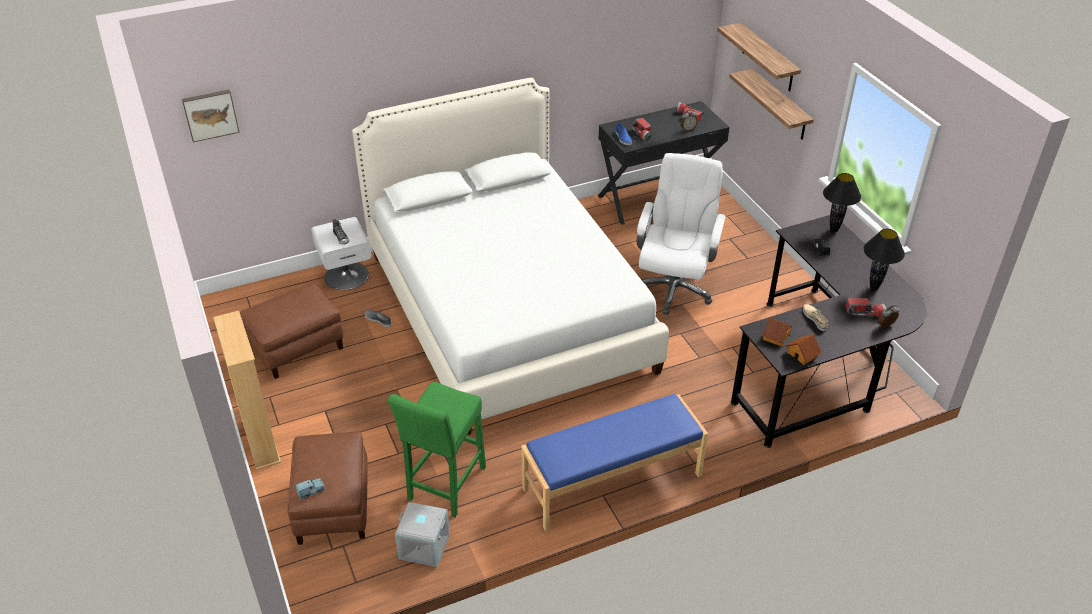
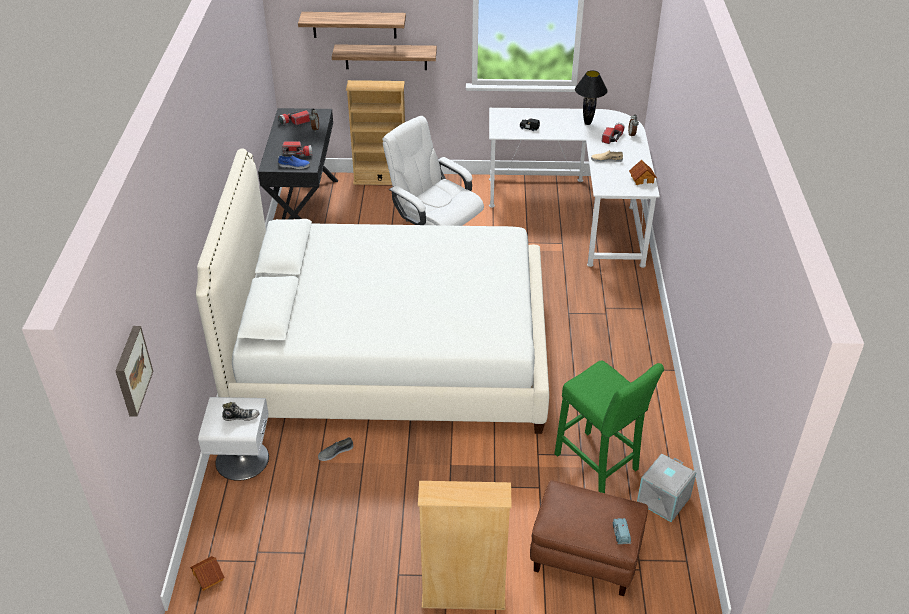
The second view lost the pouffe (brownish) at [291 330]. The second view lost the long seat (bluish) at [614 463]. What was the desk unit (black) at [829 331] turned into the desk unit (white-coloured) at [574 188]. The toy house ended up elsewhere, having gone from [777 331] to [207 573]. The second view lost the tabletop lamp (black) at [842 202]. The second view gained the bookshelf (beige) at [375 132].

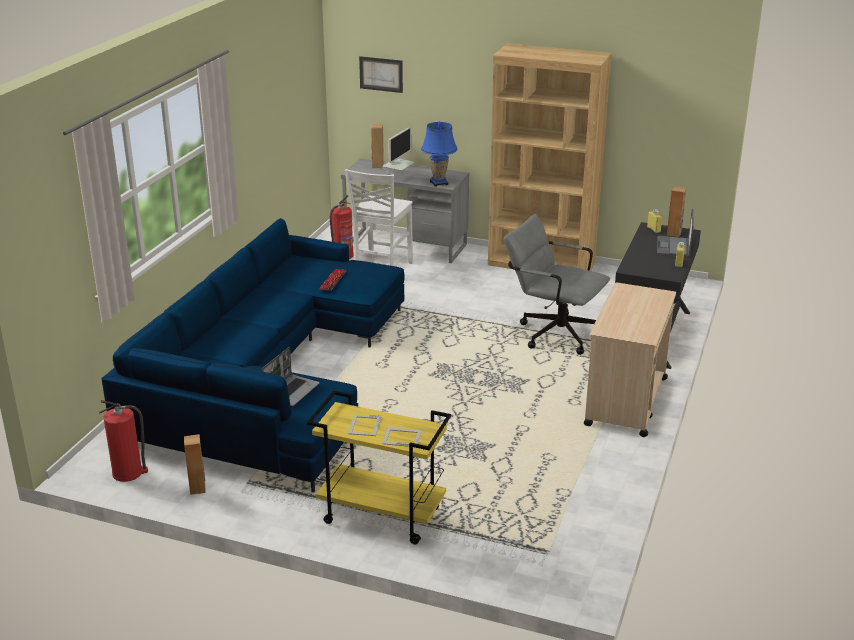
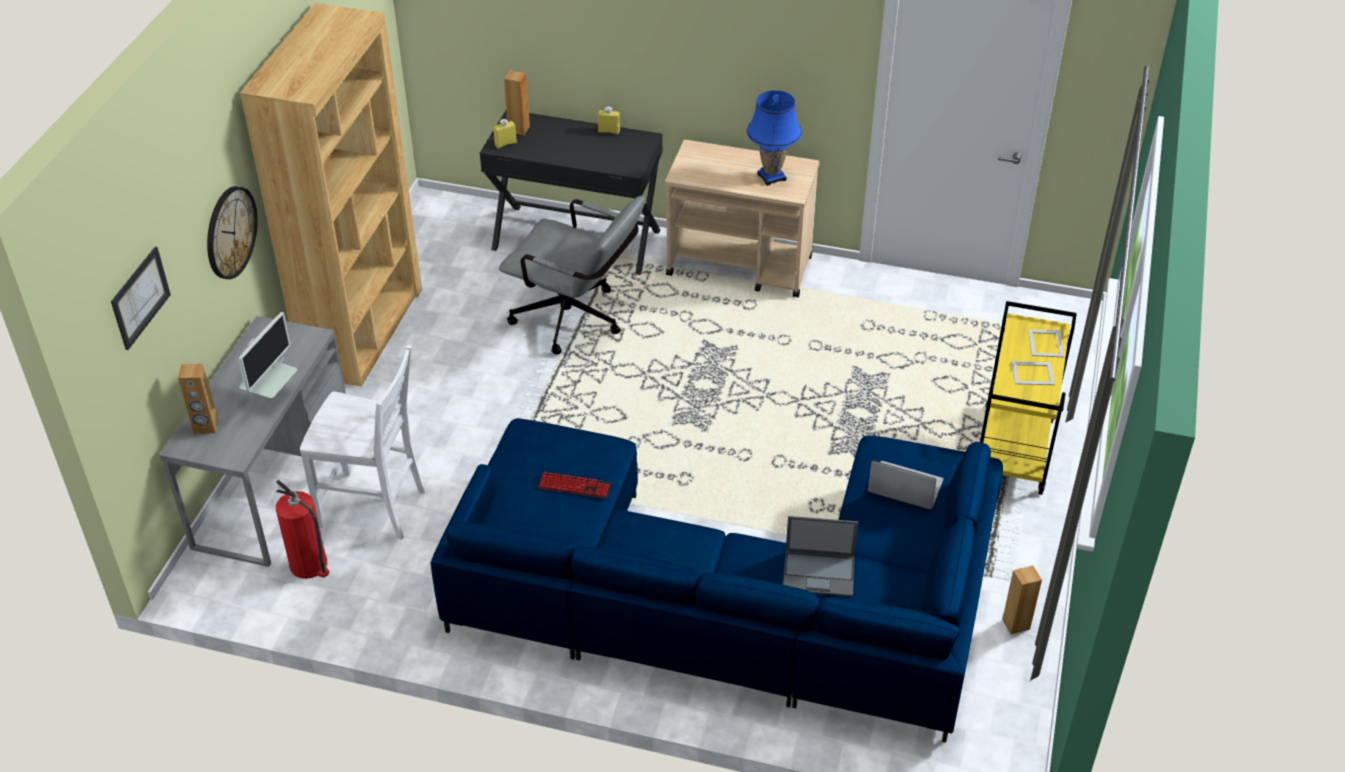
The second view lost the fire-fighting cylinder at [123 441]. The monitor at [398 150] ended up facing another way, 90 degrees clockwise from before. The tabletop lamp (bluish) ended up elsewhere, having gone from [439 154] to [774 138]. The office chair (greyish) at [557 284] ended up facing another way, 90 degrees counterclockwise from before. The laptop ended up elsewhere, having gone from [675 233] to [820 556]. The second view gained the clock on the wall at [232 232].

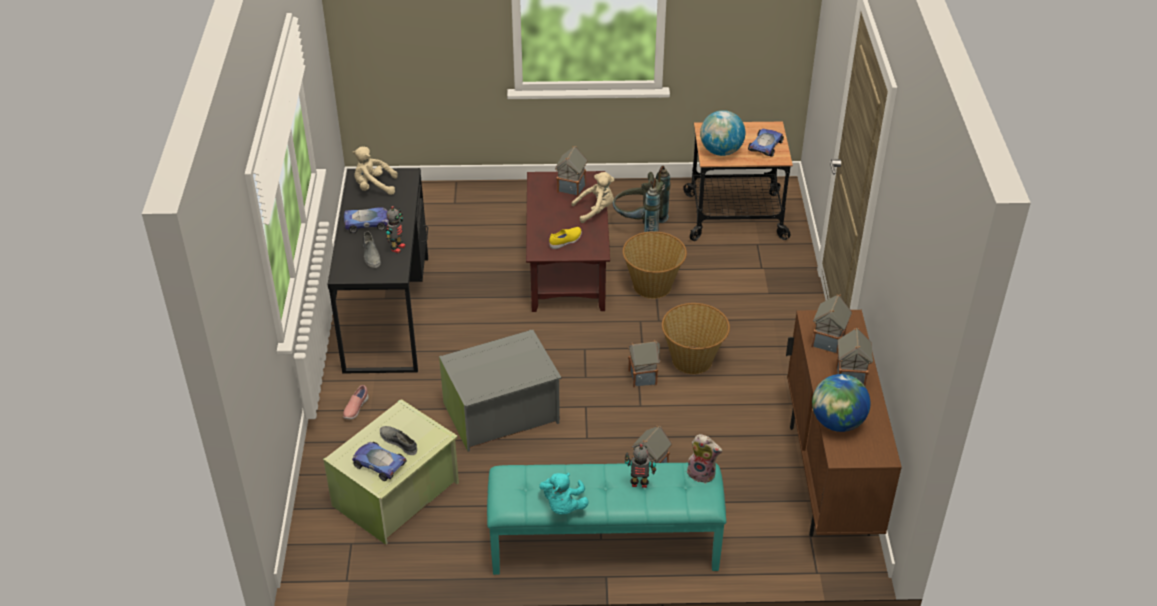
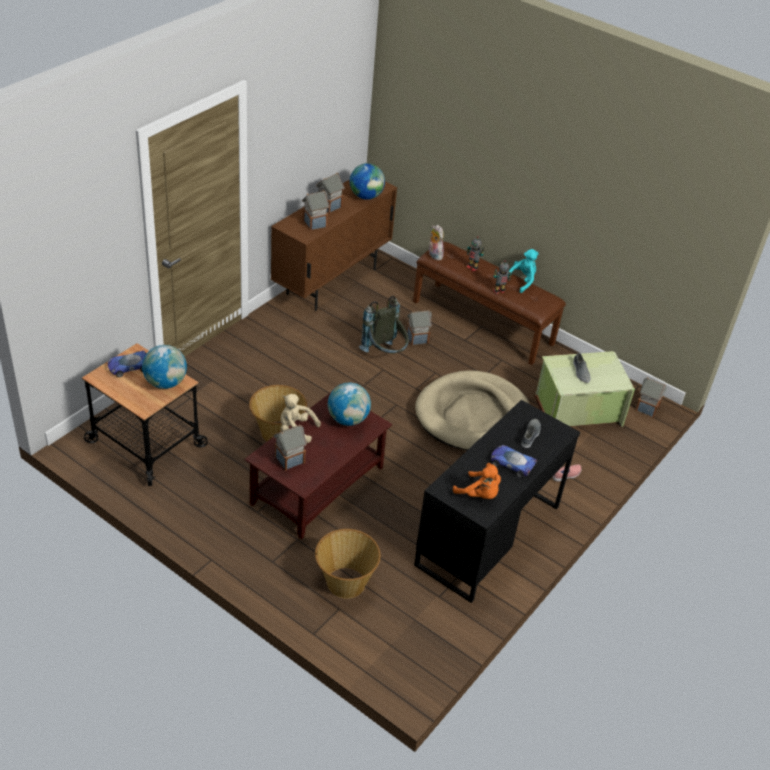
What was the soft toy (beige) at [375 171] turned into the soft toy (orangey) at [477 481]. The second view lost the miniature car at [379 461]. The robot figure ended up elsewhere, having gone from [395 229] to [502 277]. Where the storage box (greyish) stood at [500 391], the dog bed (beige) came to stand at [472 411]. What was the long seat (turquoise) at [606 519] turned into the long seat (brownish) at [489 303]. Where the low shoe (yellow-coloured) stood at [565 238], the desk globe came to stand at [349 404]. The rucksack (greyish) ended up elsewhere, having gone from [641 199] to [384 325]. The toy house ended up elsewhere, having gone from [644 363] to [651 398]. The household basket ended up elsewhere, having gone from [696 338] to [348 564].

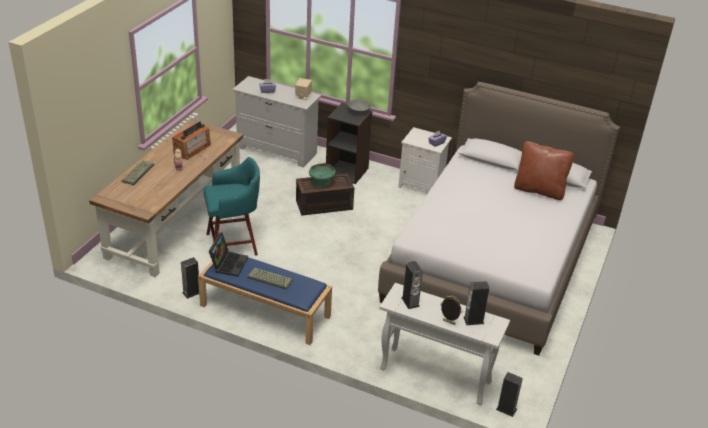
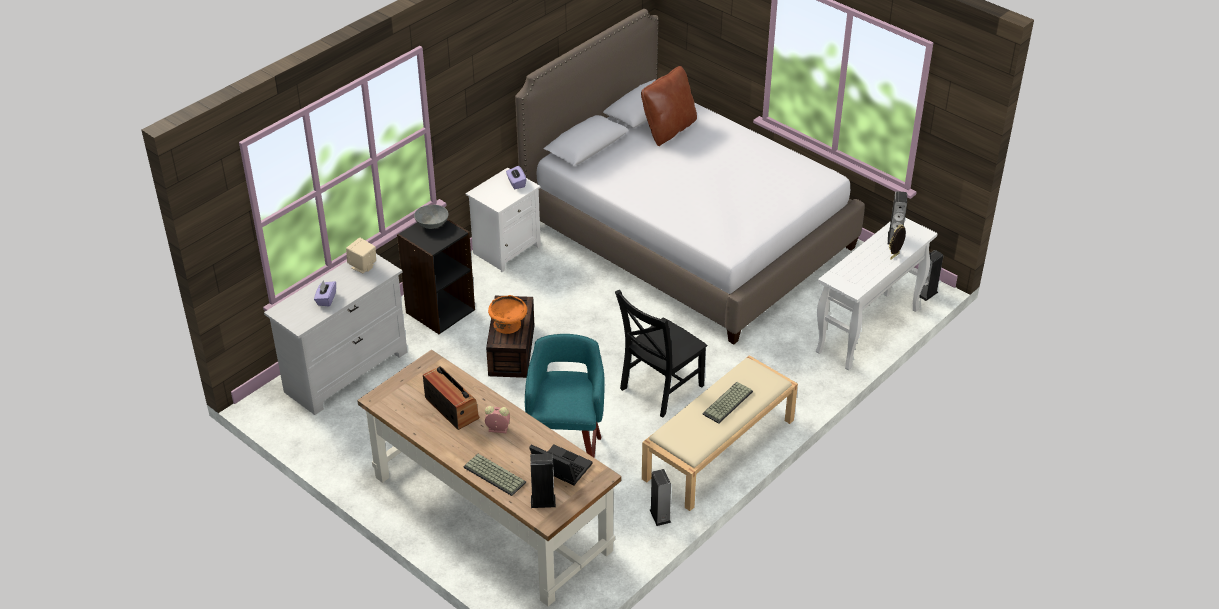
What was the long seat (bluish) at [265 298] turned into the long seat (beige) at [720 433]. The laptop ended up elsewhere, having gone from [228 254] to [561 465]. What was the deep dish (green-coloured) at [322 175] turned into the deep dish (orangey) at [507 314]. The speaker ended up elsewhere, having gone from [412 285] to [543 480]. The second view gained the upright chair (black) at [661 353].

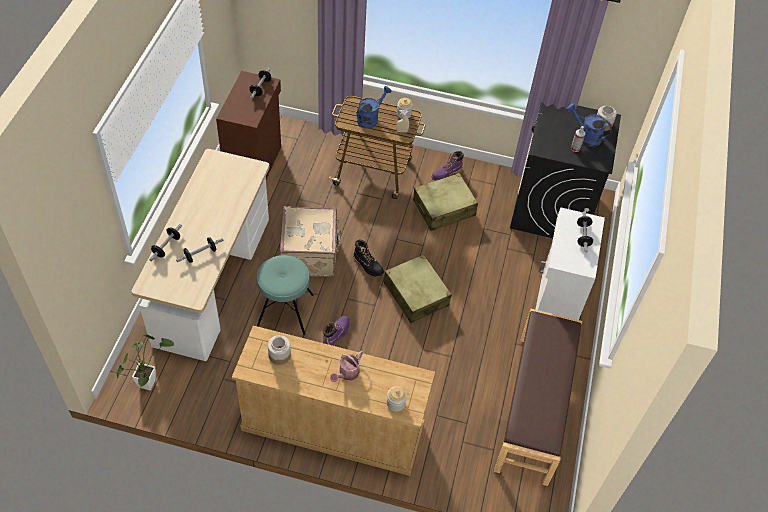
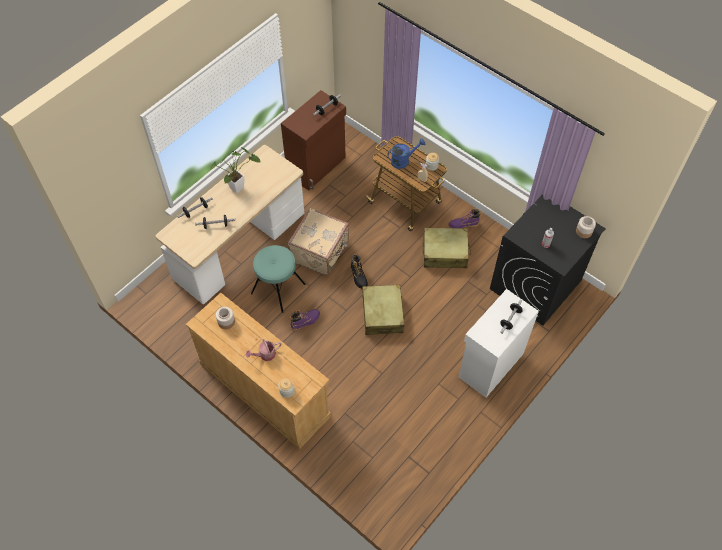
The plant in a pot ended up elsewhere, having gone from [145 362] to [235 170]. The second view lost the long seat (brownish) at [538 397]. The second view lost the watering pot (bluish) at [589 125].

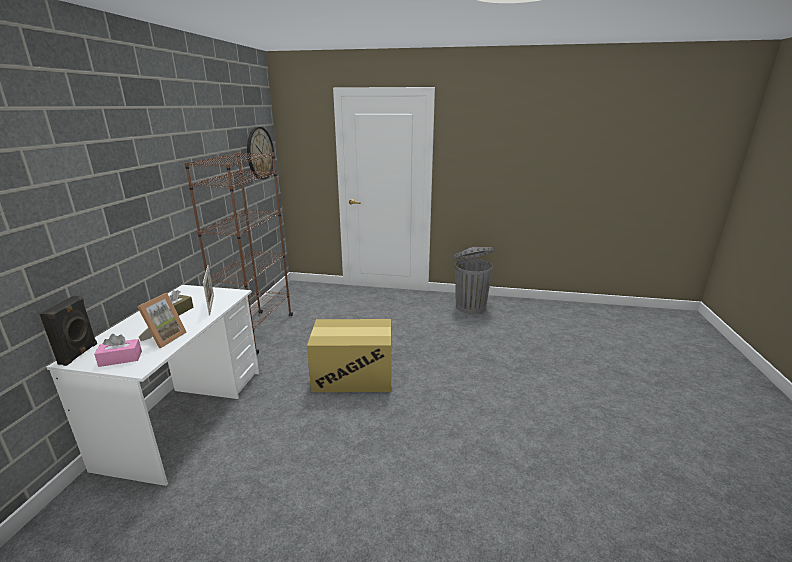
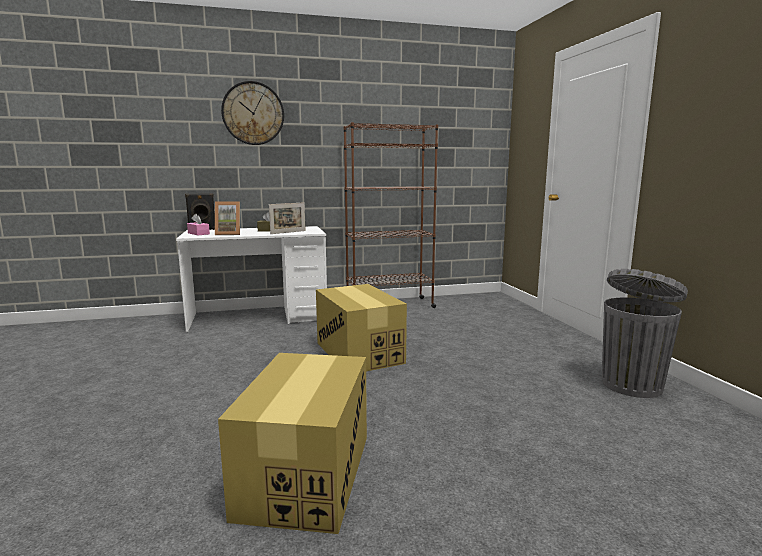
The clock on the wall ended up elsewhere, having gone from [260 153] to [252 113]. The second view gained the cardboard box at [292 443].

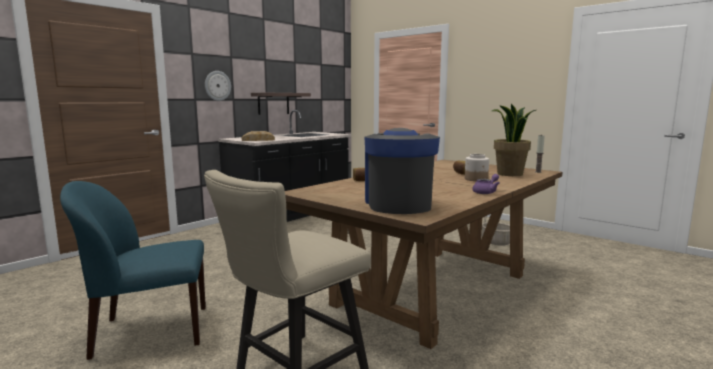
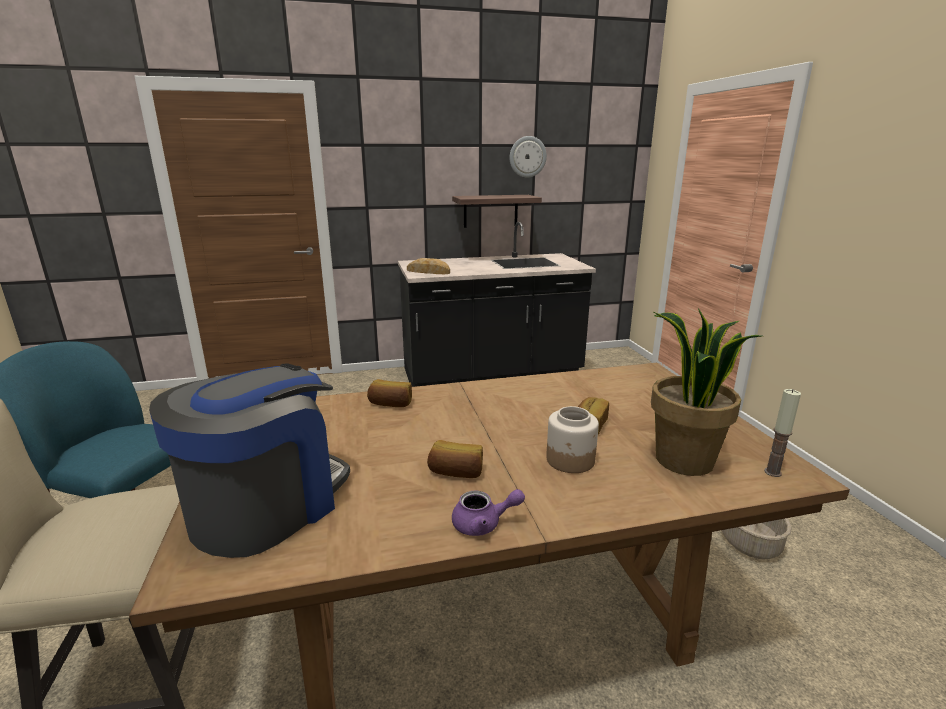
The clock on the wall ended up elsewhere, having gone from [218 86] to [528 157]. The second view gained the bread at [455 459].

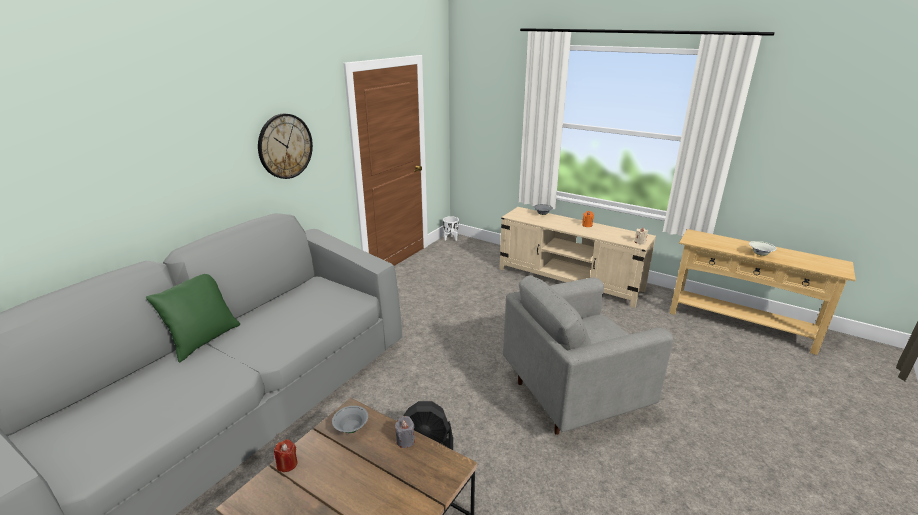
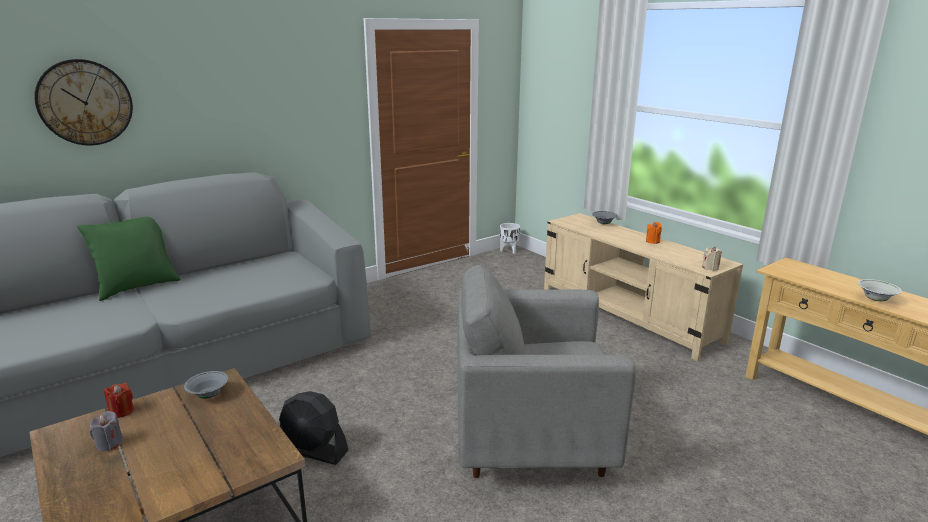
The clock on the wall ended up elsewhere, having gone from [285 146] to [83 102]. The wax light (greyish) ended up elsewhere, having gone from [405 432] to [106 431].

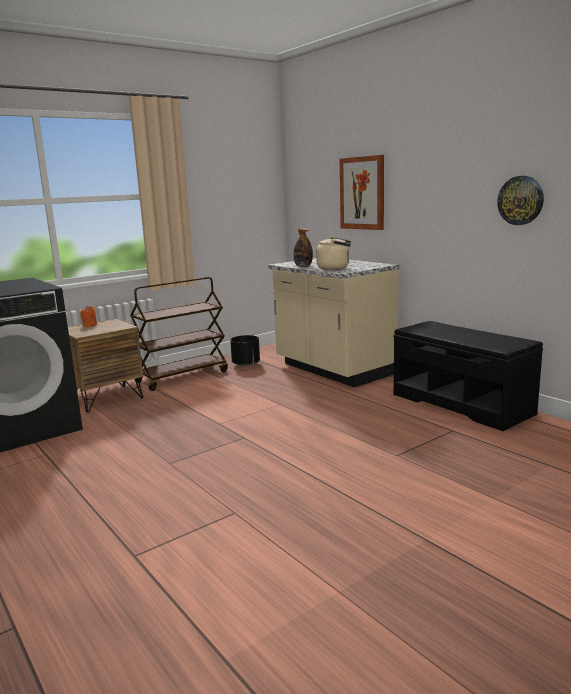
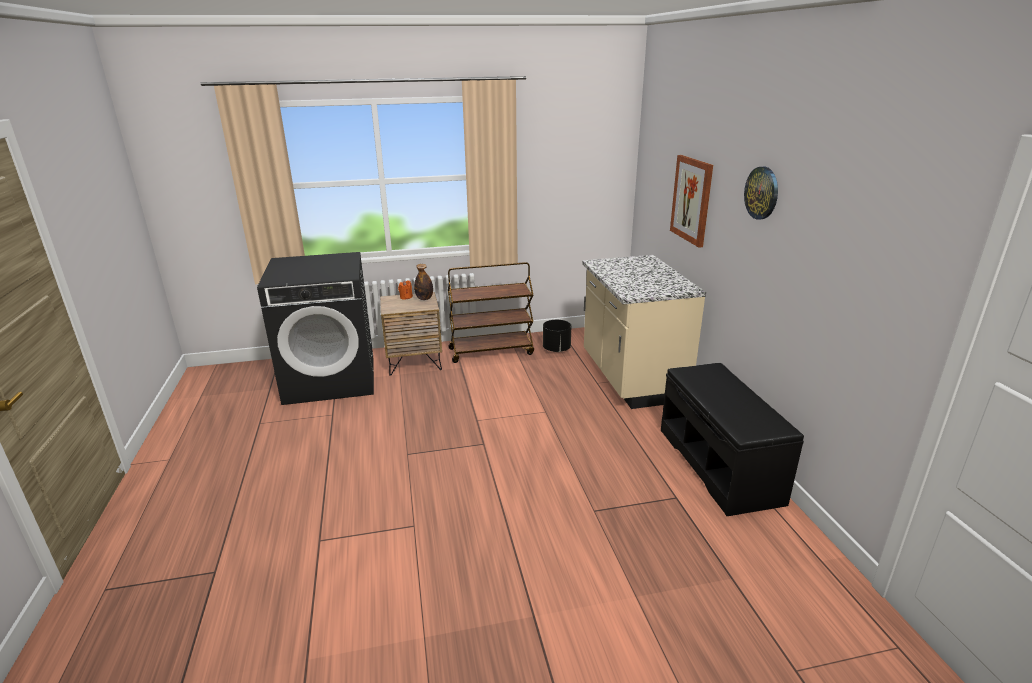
The bottle ended up elsewhere, having gone from [303 247] to [423 282]. The second view lost the kettle (beige) at [333 253]. The clock on the wall ended up elsewhere, having gone from [520 200] to [761 193].

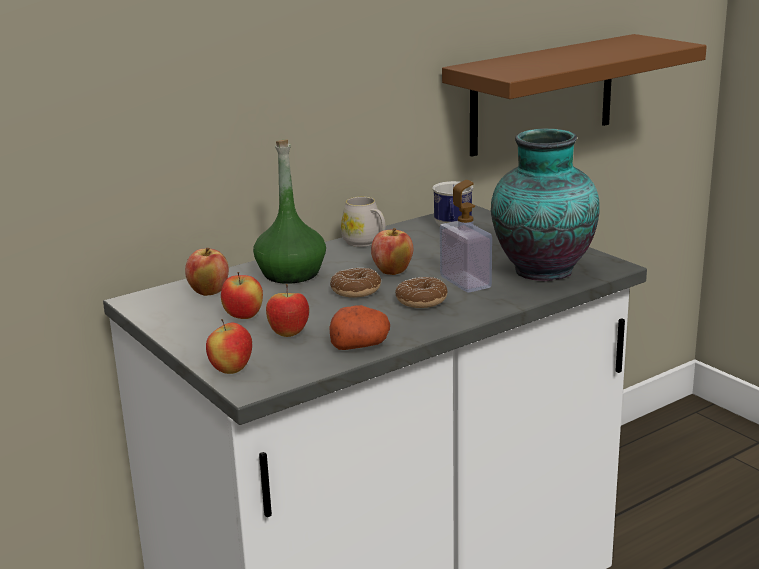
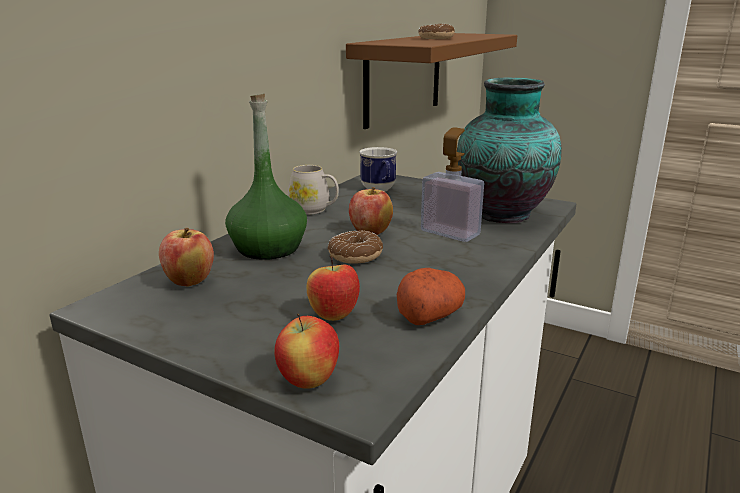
The second view lost the whole apple at [242 295]. The ring doughnut ended up elsewhere, having gone from [421 292] to [436 31].

